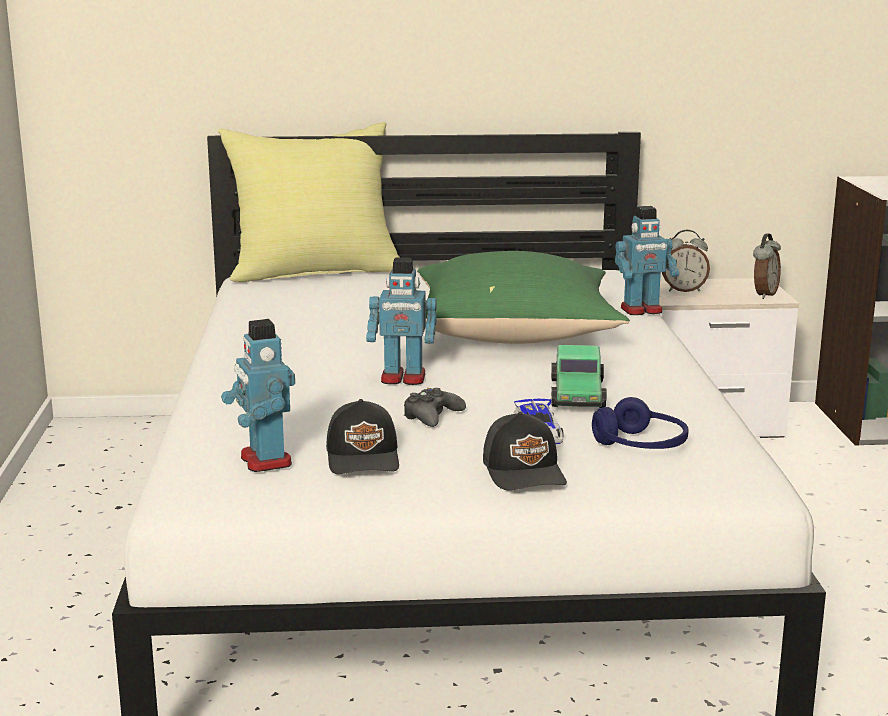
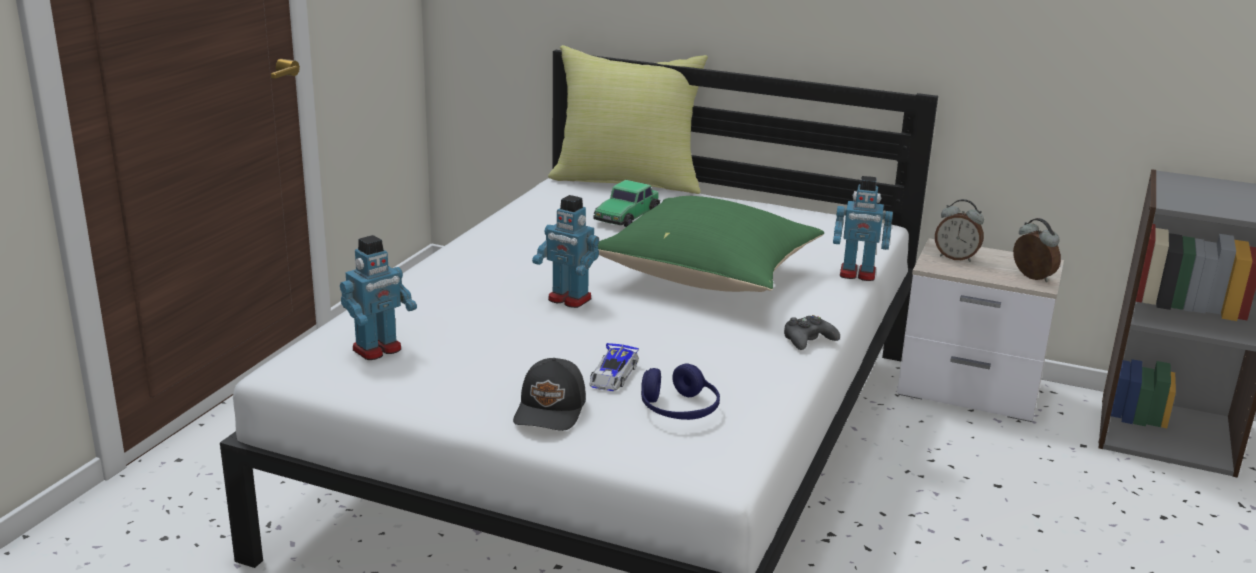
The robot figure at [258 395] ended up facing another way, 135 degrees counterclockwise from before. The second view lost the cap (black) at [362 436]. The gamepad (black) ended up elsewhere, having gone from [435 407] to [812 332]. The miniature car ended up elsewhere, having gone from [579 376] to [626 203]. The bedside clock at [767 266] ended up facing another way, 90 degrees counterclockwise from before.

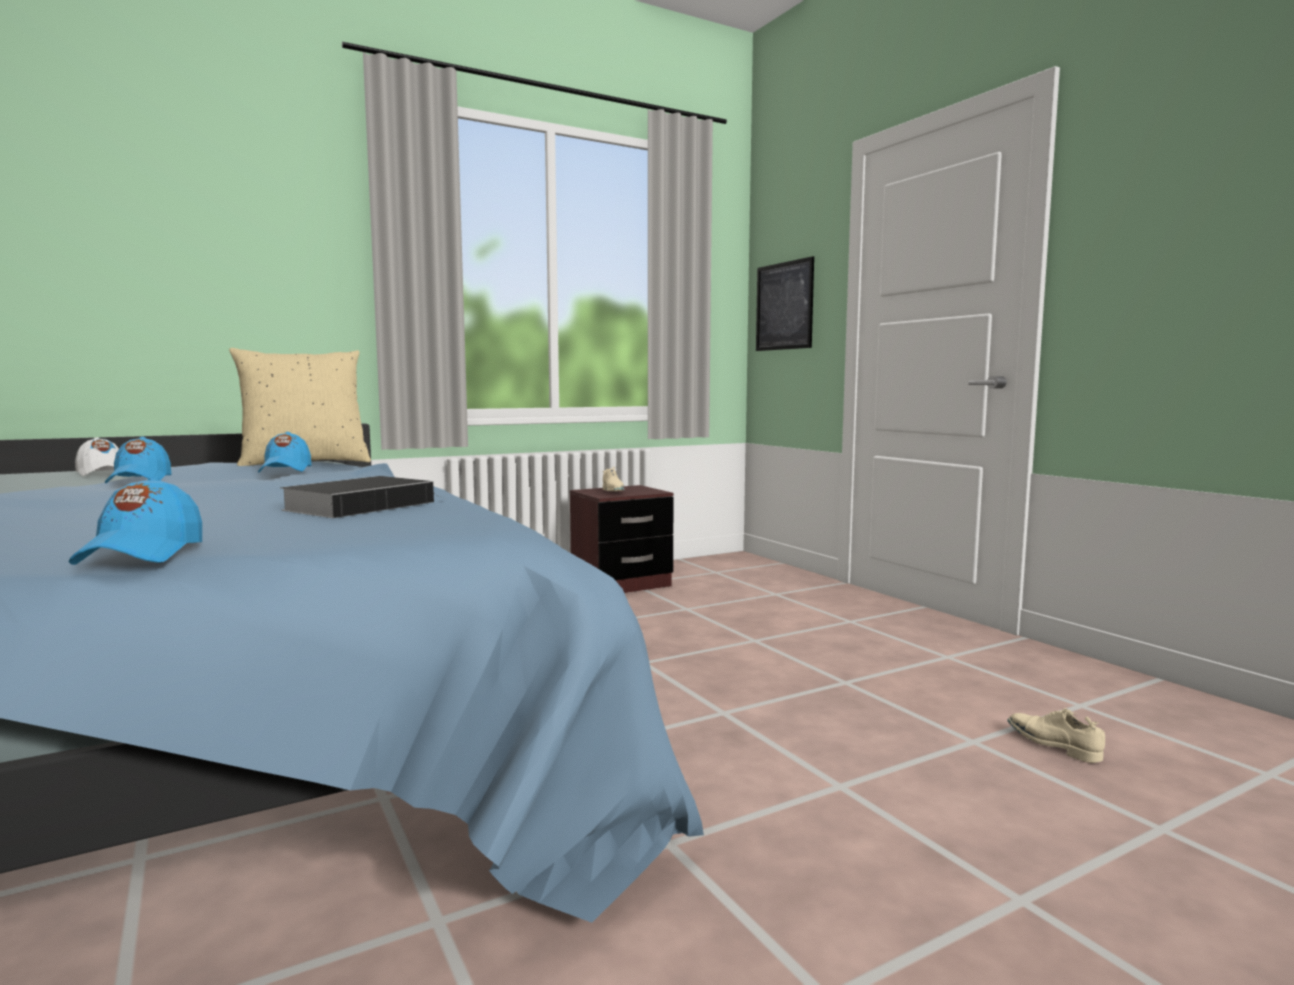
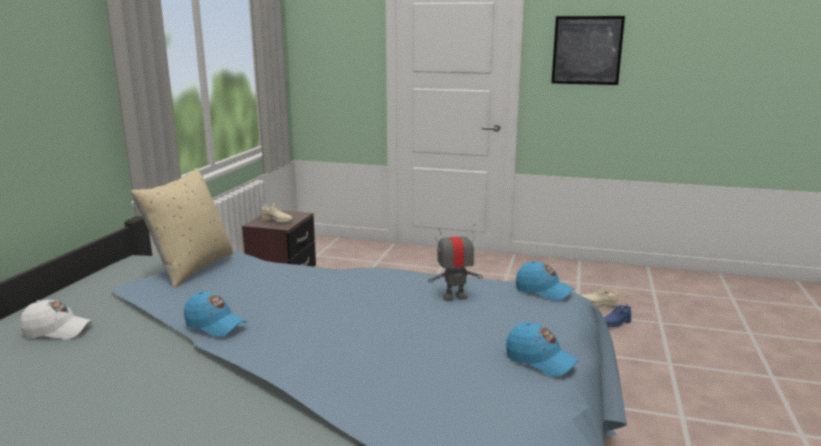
The cap (bluish) ended up elsewhere, having gone from [284 452] to [545 281]. Where the volume stood at [363 497], the robot figure came to stand at [455 262]. The picture ended up elsewhere, having gone from [785 303] to [588 50]. The second view gained the low shoe (bluish) at [617 315].

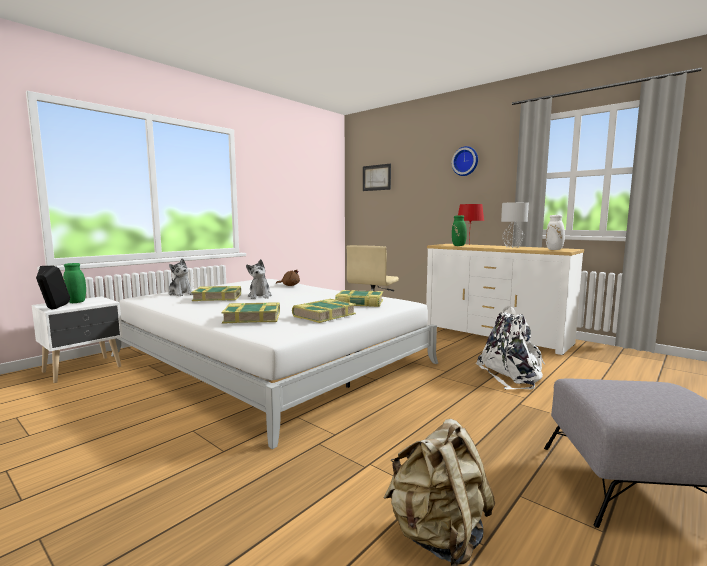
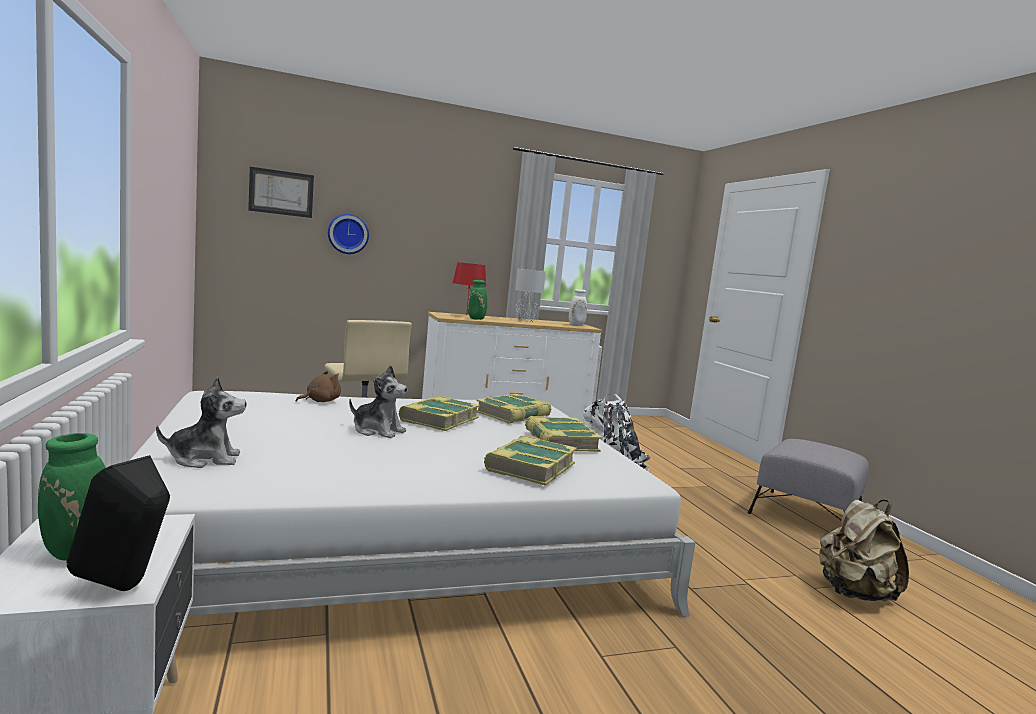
The volume ended up elsewhere, having gone from [216 293] to [439 413]. The clock on the wall ended up elsewhere, having gone from [465 161] to [348 234].

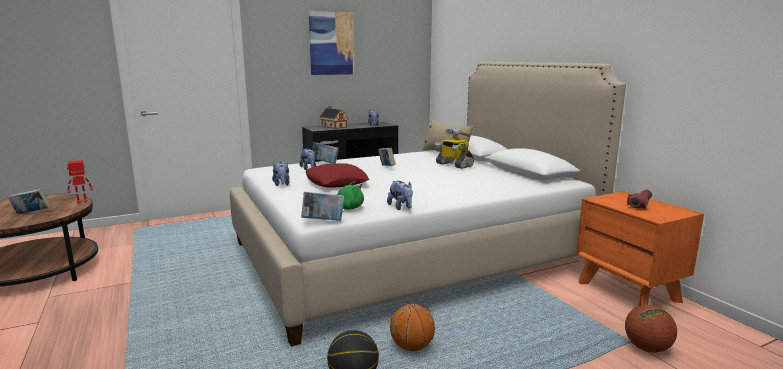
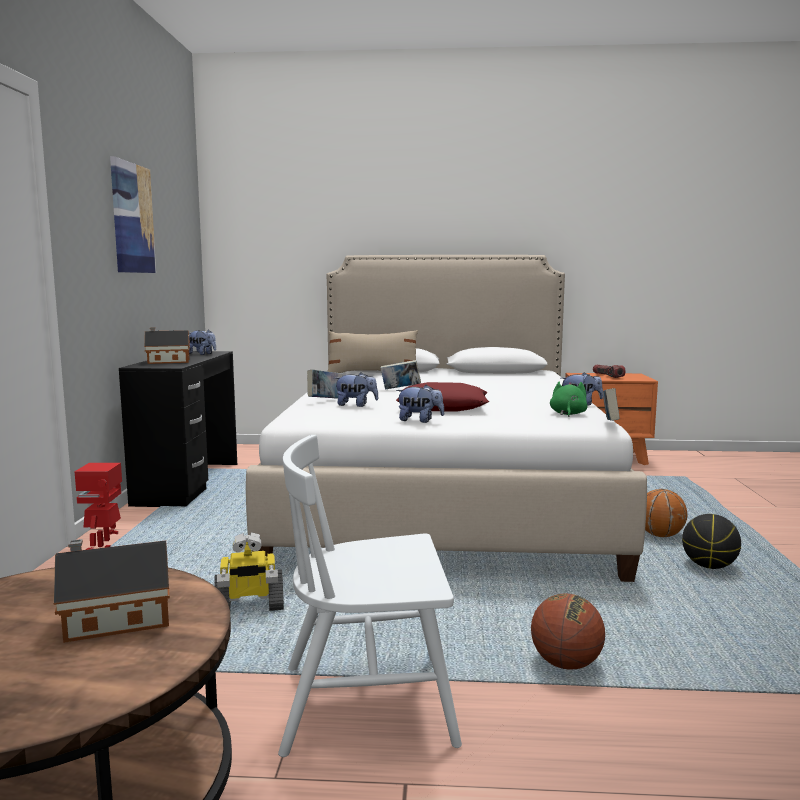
Where the volume stood at [29 201], the toy house came to stand at [112 591]. The robot figure ended up elsewhere, having gone from [454 148] to [249 571]. The basketball ended up elsewhere, having gone from [651 329] to [568 631]. The second view gained the upright chair (white-coloured) at [370 596].

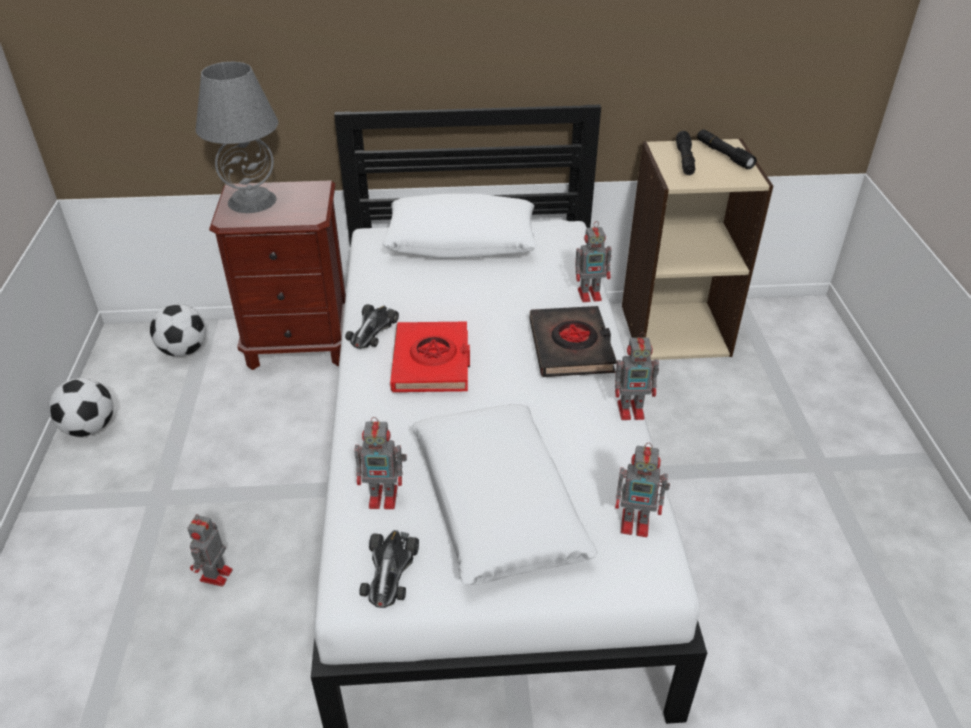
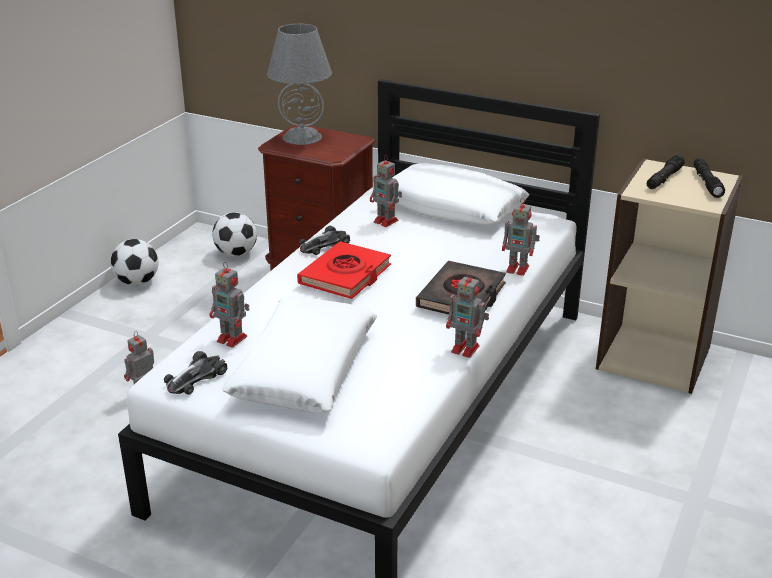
The robot figure ended up elsewhere, having gone from [642 490] to [386 191].

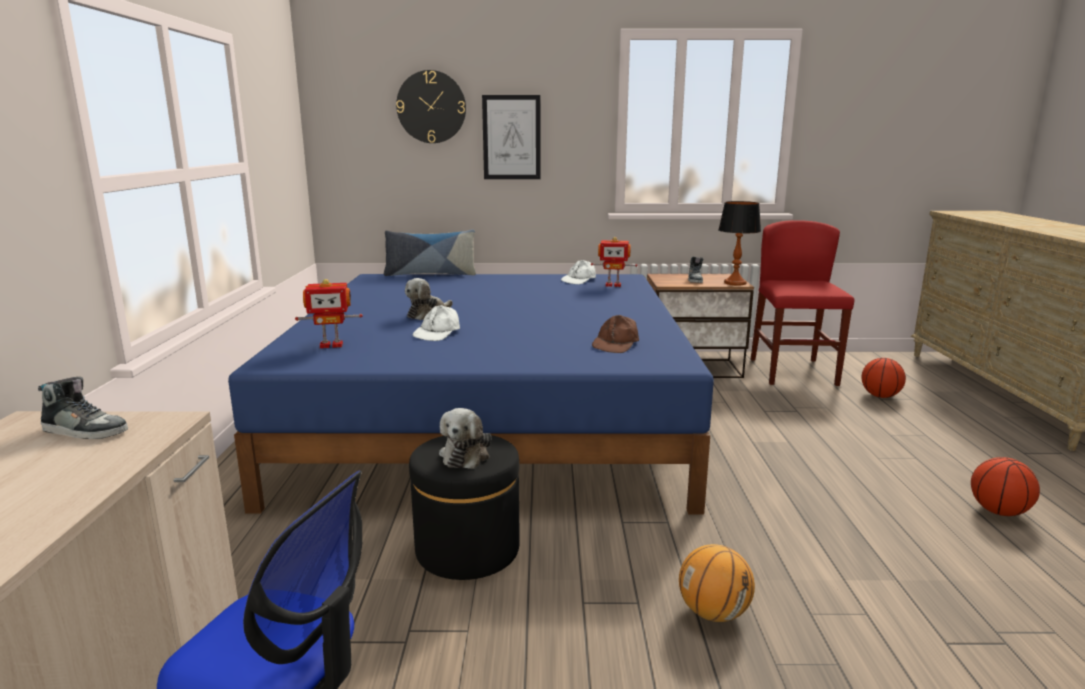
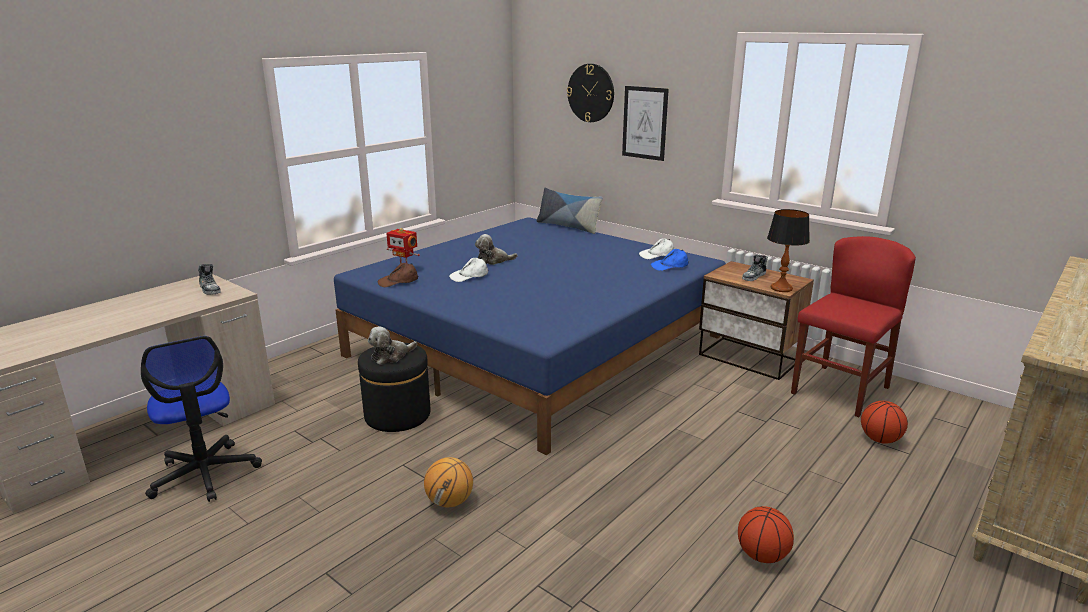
Where the robot figure stood at [614 262], the cap (bluish) came to stand at [670 260]. The cap (brownish) ended up elsewhere, having gone from [615 334] to [398 275].

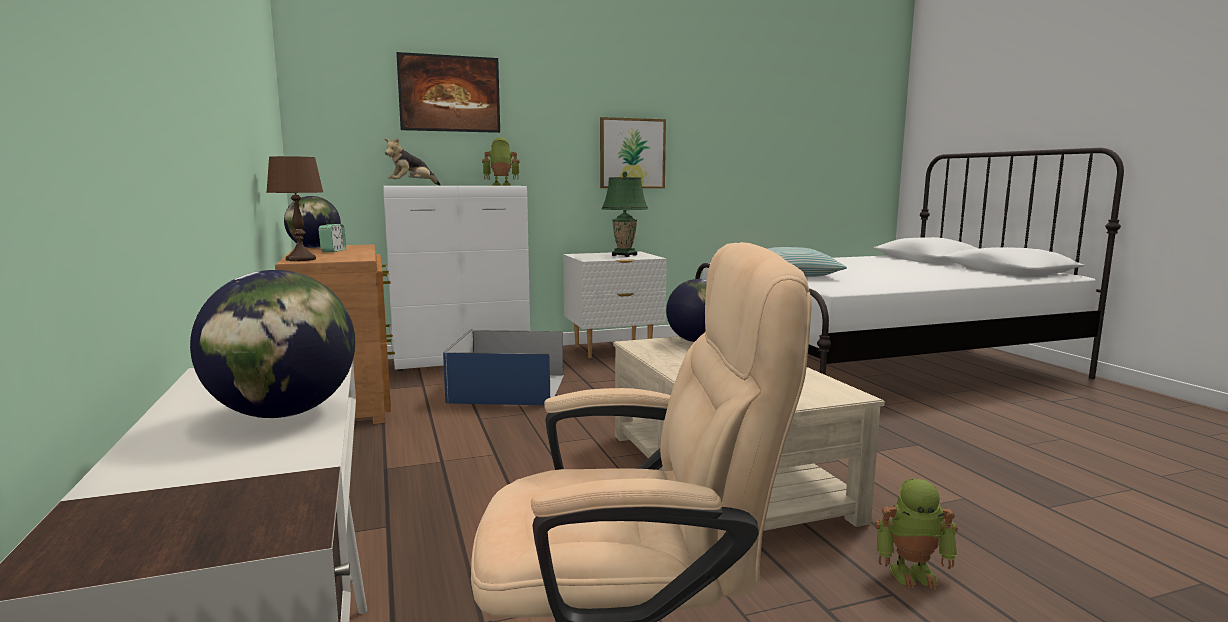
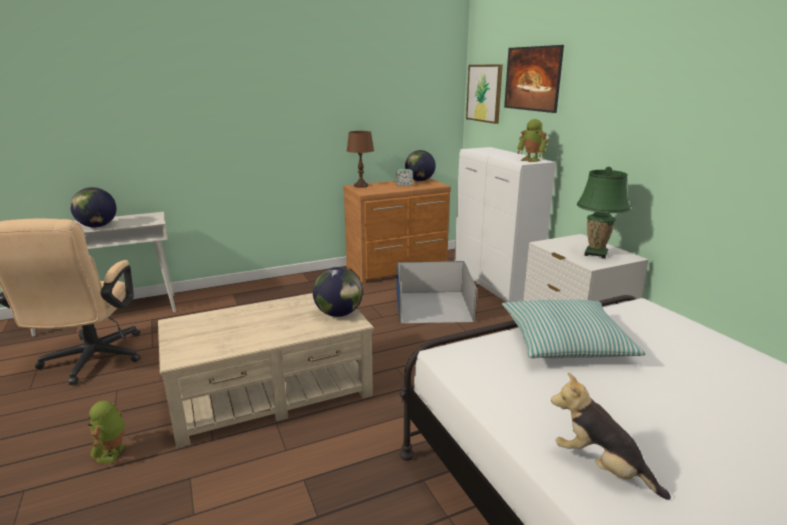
The soft toy ended up elsewhere, having gone from [412 161] to [611 436]. The robot figure at [501 161] ended up facing another way, 150 degrees clockwise from before. The picture ended up elsewhere, having gone from [633 152] to [484 94].

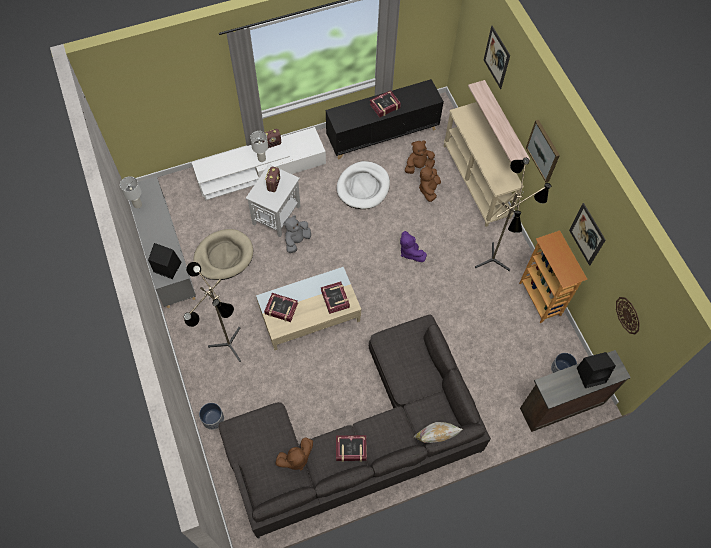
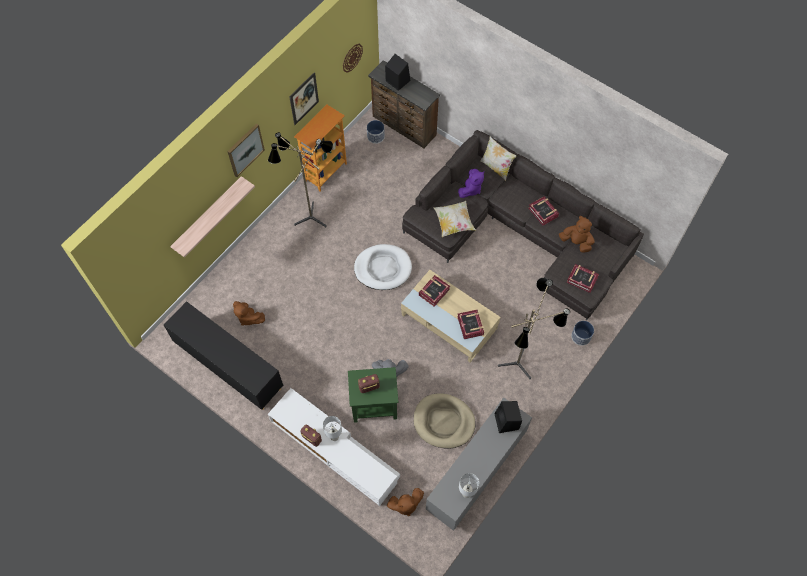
What was the accent table (white-coloured) at [272 200] turned into the accent table (green-coloured) at [373 395]. The dog bed (white-coloured) ended up elsewhere, having gone from [363 185] to [383 267]. The volume ended up elsewhere, having gone from [385 104] to [583 278]. The soft toy (purple) ended up elsewhere, having gone from [413 246] to [471 183]. The soft toy (brownish) ended up elsewhere, having gone from [430 183] to [405 502]. The second view lost the console table (beige) at [484 164]. The second view lost the picture at [497 57]. The second view gained the throw pillow at [454 219].

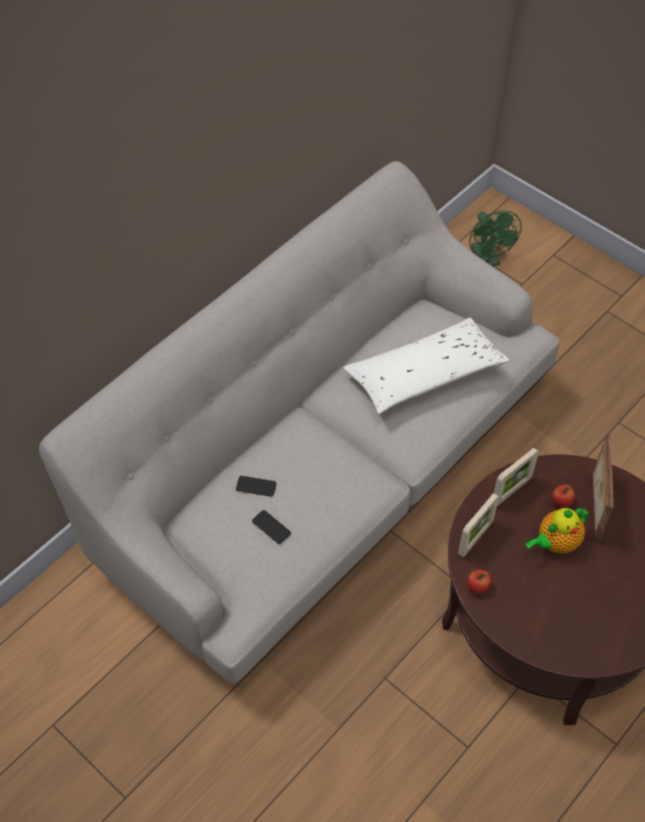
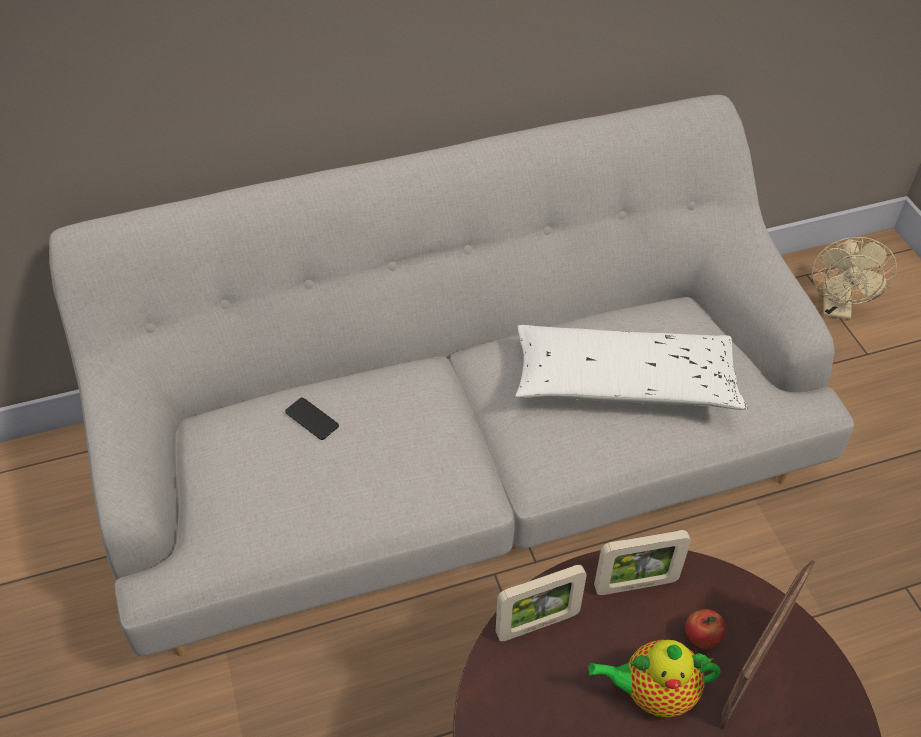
The second view lost the telephone at [271 527]. The second view lost the whole apple at [479 581]. What was the fan (green-coloured) at [495 238] turned into the fan (beige) at [854 278].

